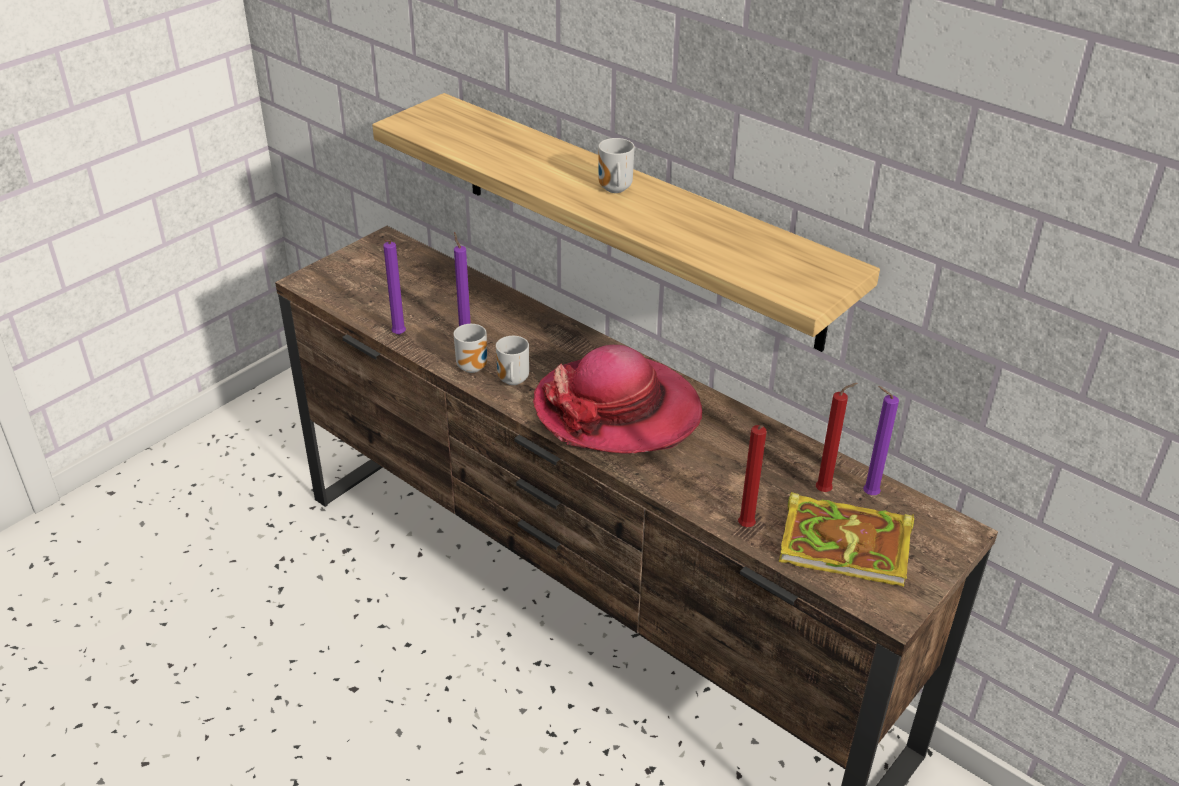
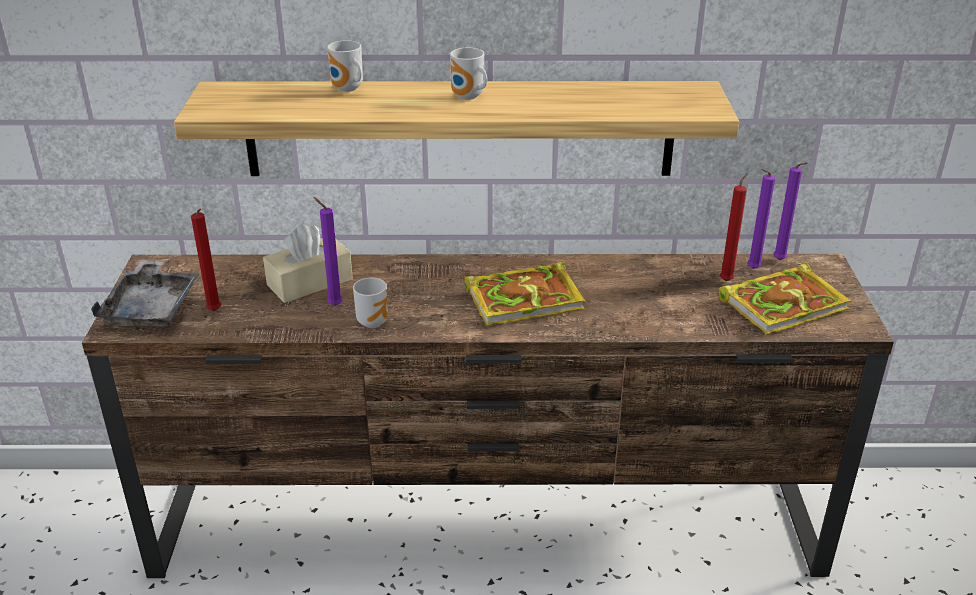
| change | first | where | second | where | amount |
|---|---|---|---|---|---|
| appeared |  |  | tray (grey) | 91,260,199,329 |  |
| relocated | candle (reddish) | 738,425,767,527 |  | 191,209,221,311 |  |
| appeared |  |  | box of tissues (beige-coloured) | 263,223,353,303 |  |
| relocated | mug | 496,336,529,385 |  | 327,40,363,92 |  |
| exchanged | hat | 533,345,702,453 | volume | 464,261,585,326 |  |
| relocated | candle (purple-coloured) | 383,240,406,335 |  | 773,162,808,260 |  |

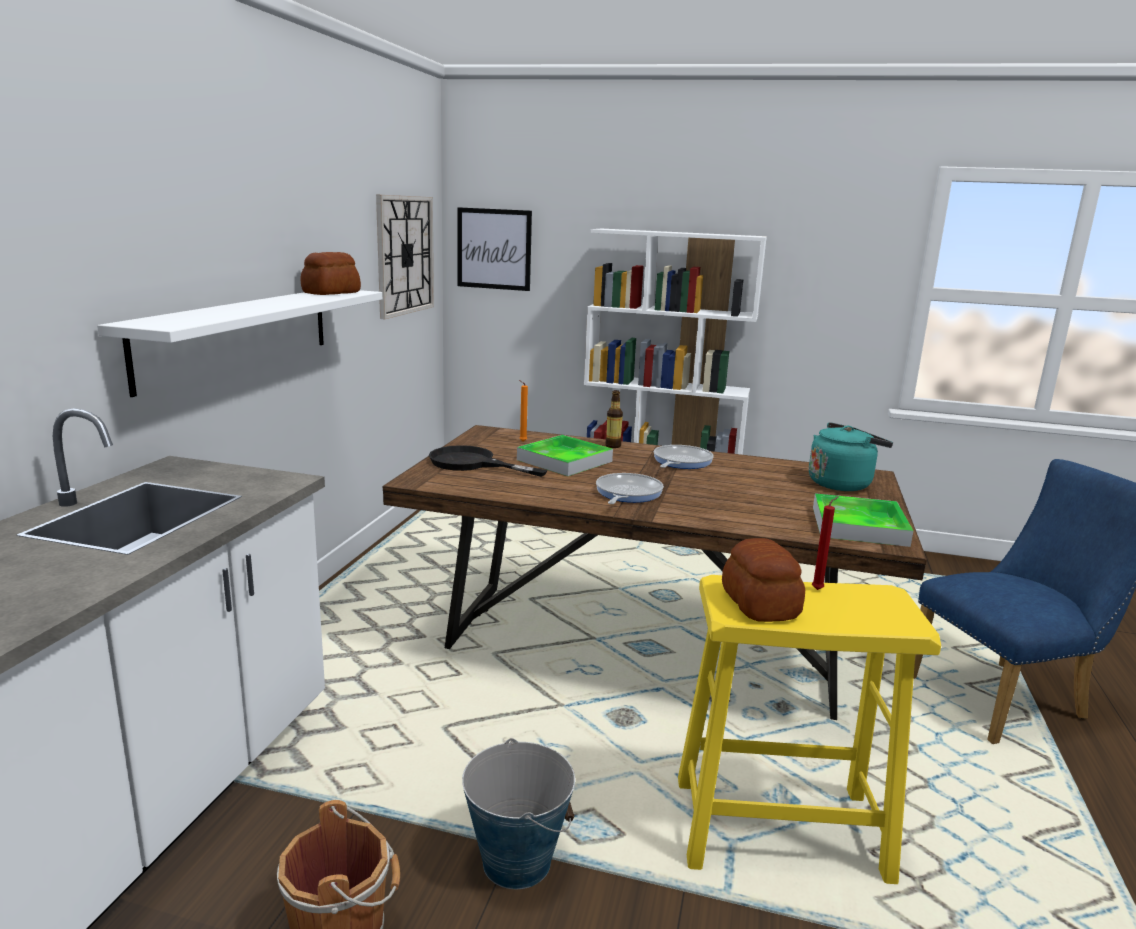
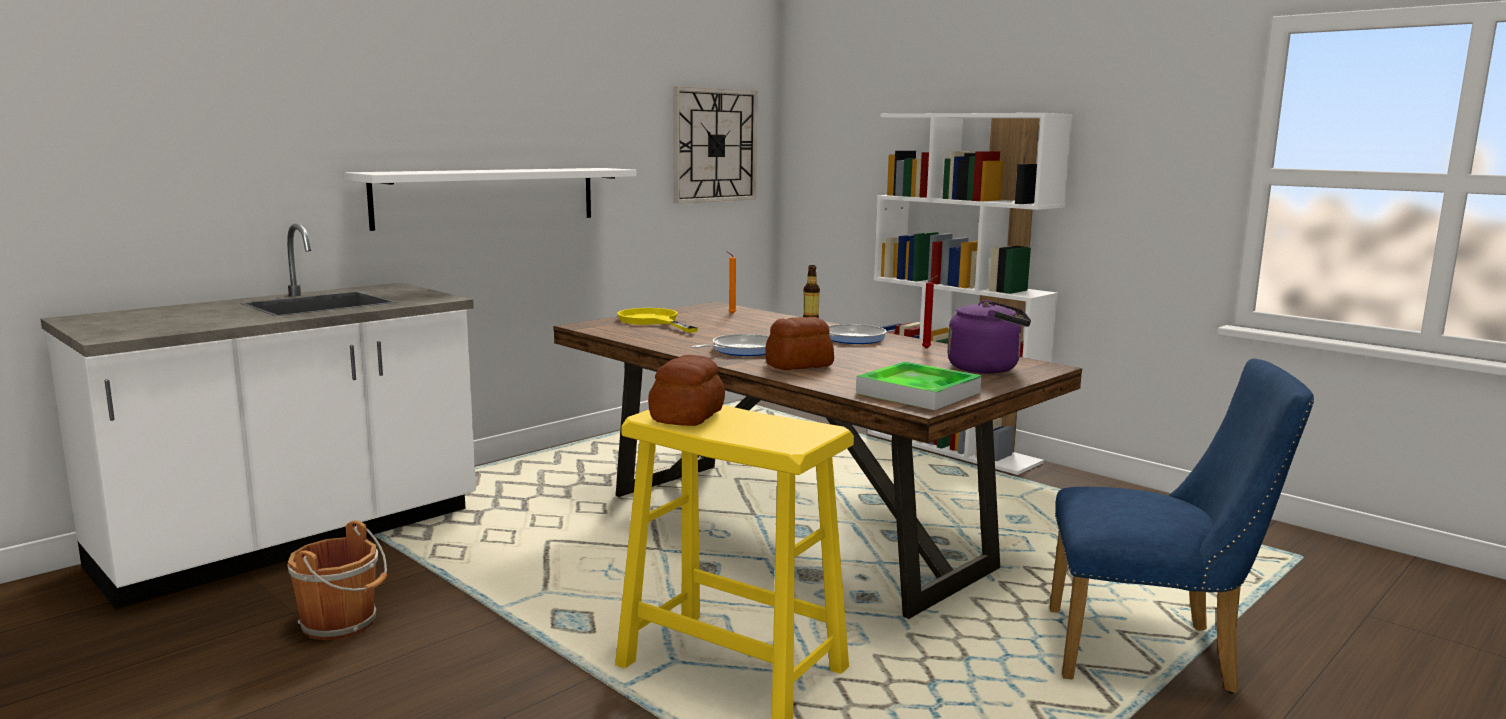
| change | first | where | second | where | amount |
|---|---|---|---|---|---|
| colour | skillet (black-coloured) | 429,445,547,477 | skillet (yellowish) | 617,308,698,333 |  |
| relocated | bakery bread | 301,252,361,295 |  | 765,317,834,370 |  |
| relocated | candle (reddish) | 812,496,839,590 |  | 922,276,937,349 |  |
| colour | tea kettle (turquoise-coloured) | 809,422,893,491 | tea kettle (purple-coloured) | 947,300,1031,374 |  |
| missing | wall picture | 457,207,532,291 |  |  |  |
| missing | water bucket | 462,738,575,889 |  |  |  |
| missing | tray | 517,435,613,476 |  |  |  |

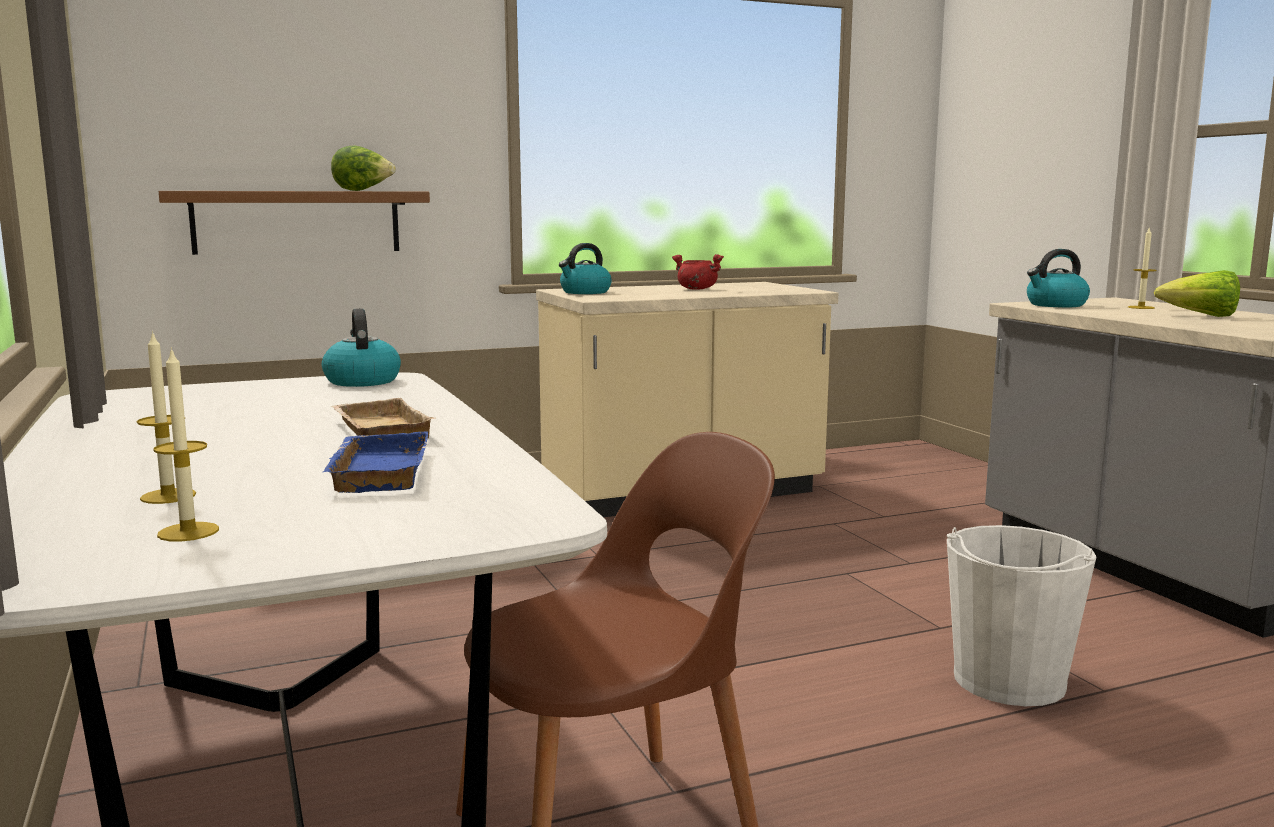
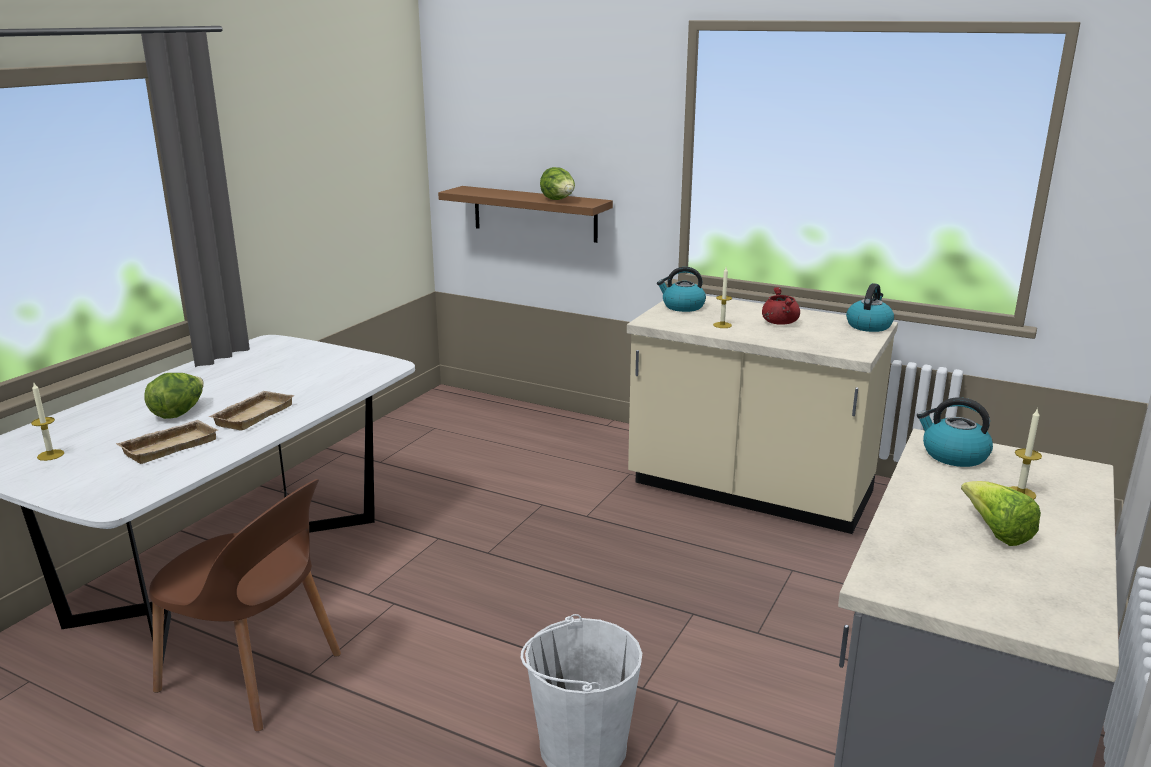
| change | first | where | second | where | amount |
|---|---|---|---|---|---|
| colour | tray (blue) | 323,431,428,493 | tray (beige-coloured) | 116,420,218,464 |  |
| appeared |  |  | lettuce head | 144,373,204,419 |  |
| relocated | candle | 137,331,196,504 |  | 713,267,732,328 |  |
| relocated | tea kettle | 322,309,401,387 |  | 846,283,894,332 |  |

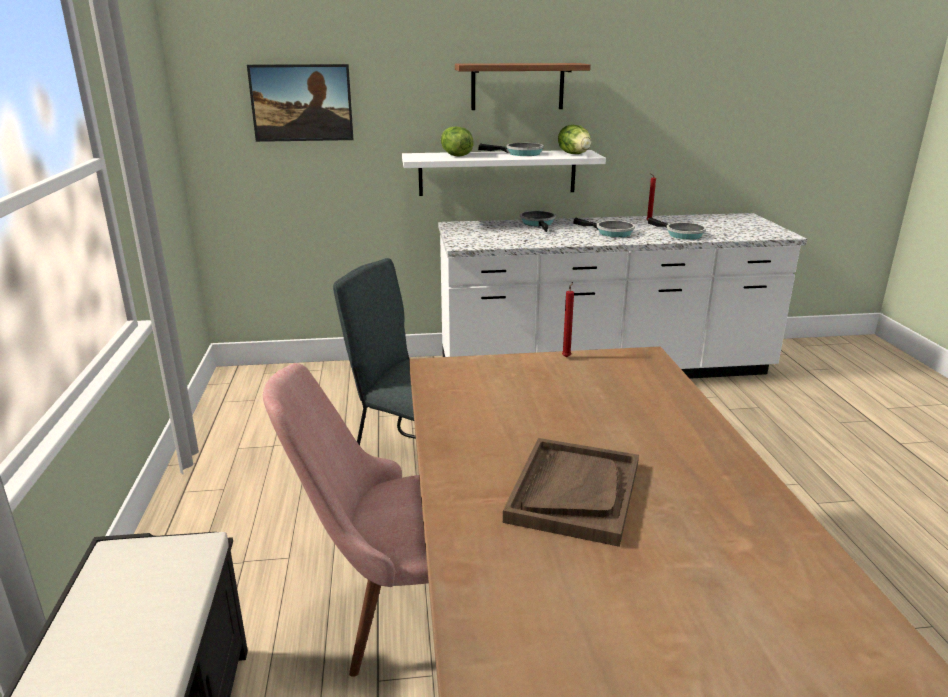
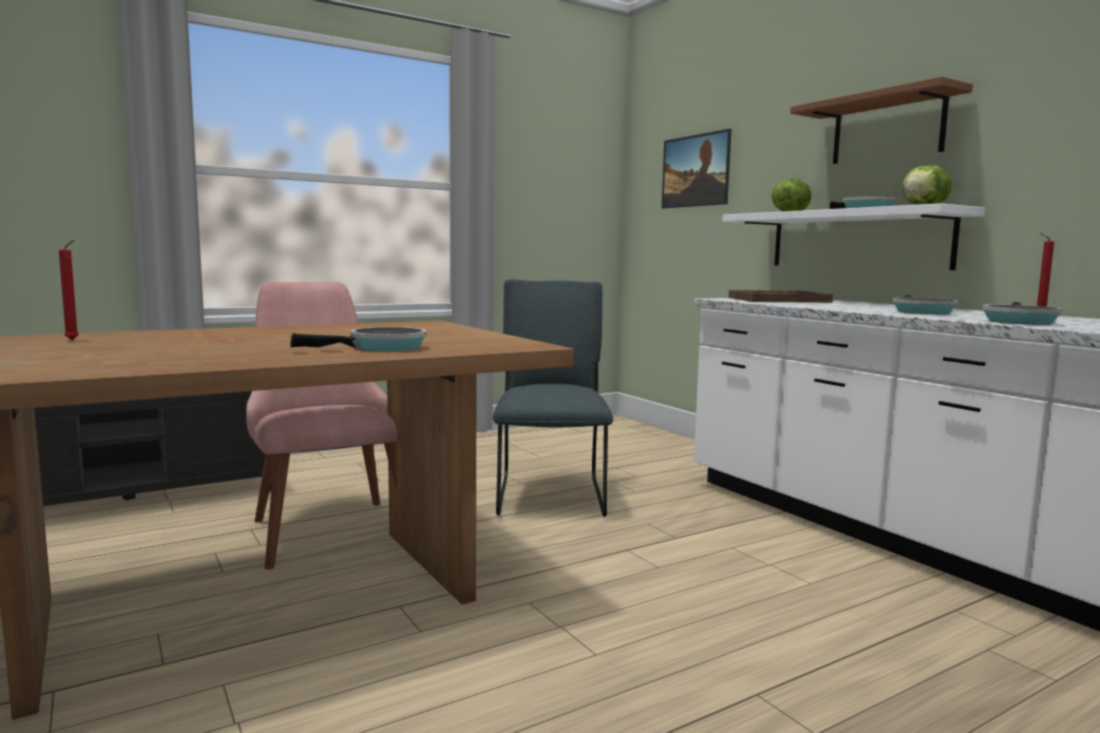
| change | first | where | second | where | amount |
|---|---|---|---|---|---|
| relocated | candle (reddish) | 562,282,574,358 |  | 59,240,79,340 |  |
| relocated | skillet | 520,211,556,232 |  | 290,327,427,351 |  |
| relocated | tray (brown) | 503,438,639,547 |  | 729,290,833,303 |  |

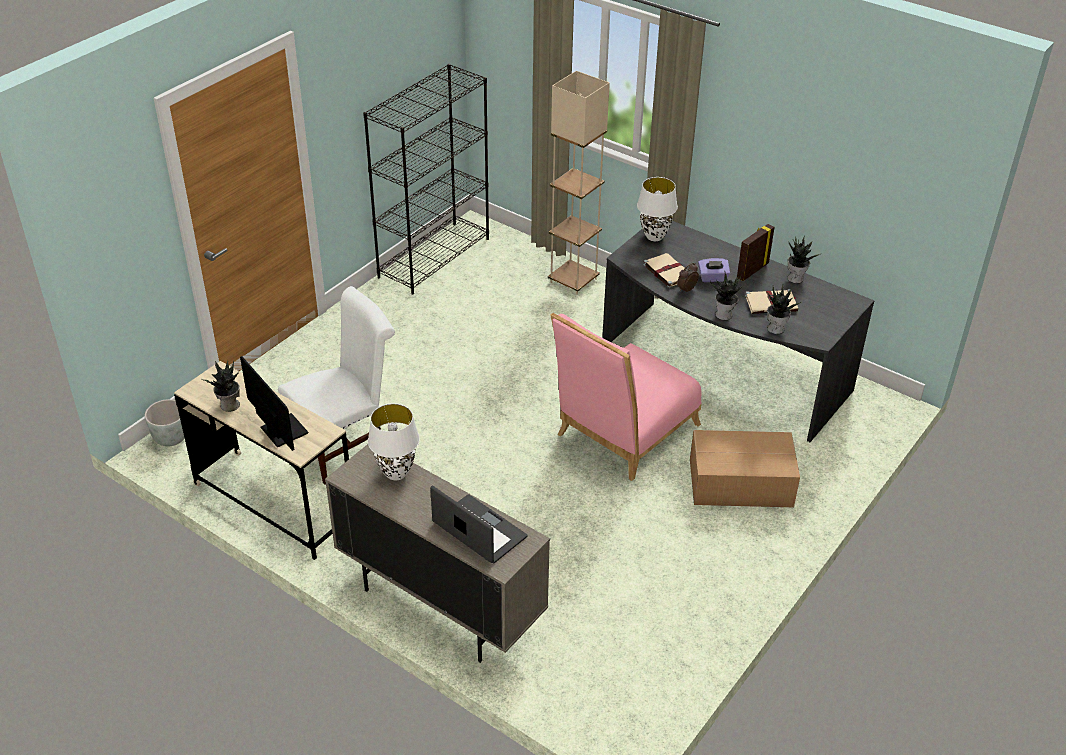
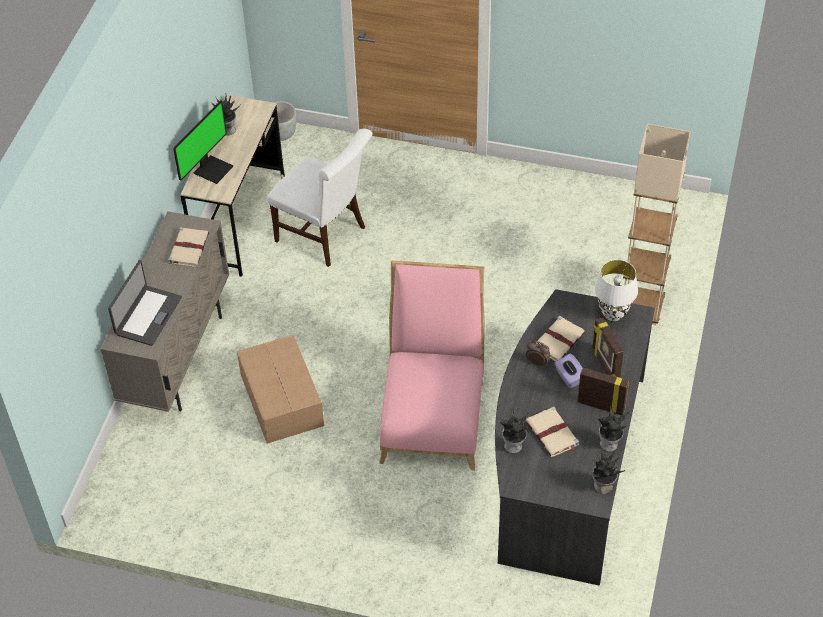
| change | first | where | second | where | amount |
|---|---|---|---|---|---|
| exchanged | lamp for a table (white-coloured) | 368,403,420,480 | volume (beige-coloured) | 168,227,209,267 |  |
| relocated | cardboard box | 690,430,800,507 |  | 237,335,324,444 |  |
| spun | chair (pink-coloured) | 550,313,701,481 |  | 379,260,485,471 | 75 degrees clockwise |
| relocated | houseplant | 710,270,743,320 |  | 589,446,626,494 |  |
| appeared |  |  | standing frame | 592,317,624,377 |  |
| missing | bookcase (black-coloured) | 363,64,489,295 |  |  |  |

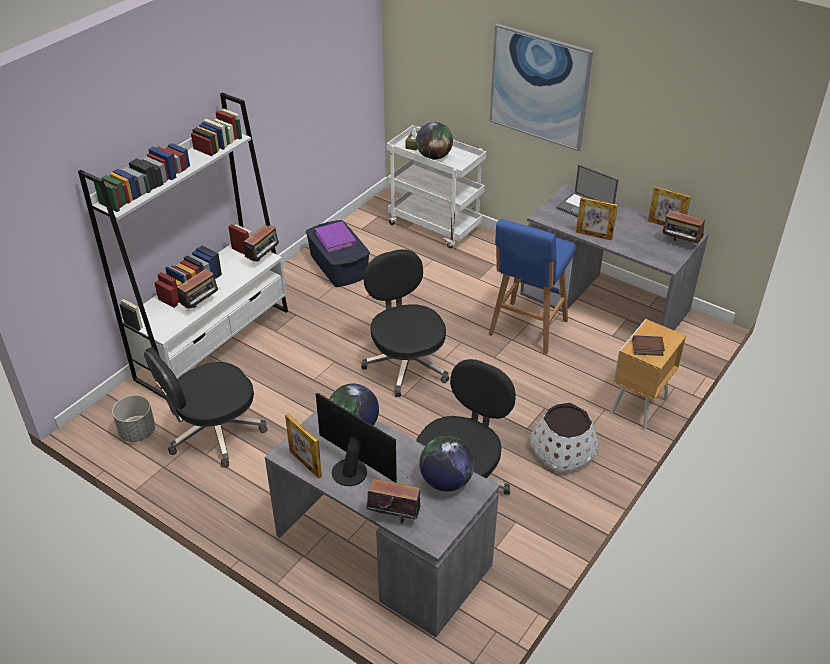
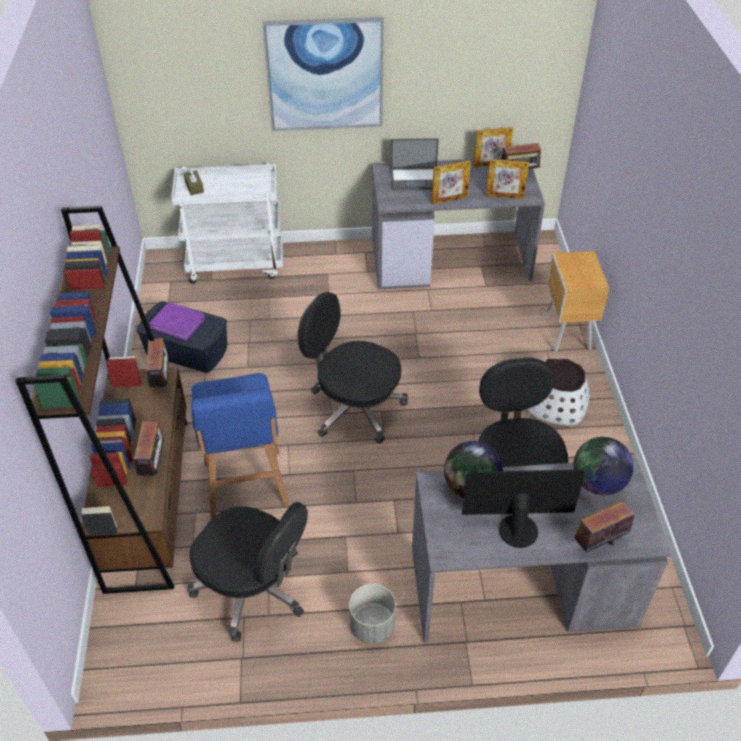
| change | first | where | second | where | amount |
|---|---|---|---|---|---|
| colour | bookcase (white-coloured) | 78,93,288,399 | bookcase (brown) | 15,206,188,594 |  |
| spun | office chair (black-coloured) | 144,347,268,468 |  | 187,502,308,642 | 75 degrees counterclockwise |
| relocated | stool seat (blue) | 488,219,576,354 |  | 191,373,289,519 |  |
| relocated | flower pot (grey) | 112,395,155,442 |  | 349,584,396,644 |  |
| relocated | standing frame | 285,414,322,478 |  | 486,159,529,199 |  |
| missing | desk globe | 416,122,453,160 |  |  |  |
| missing | volume | 632,335,665,356 |  |  |  |

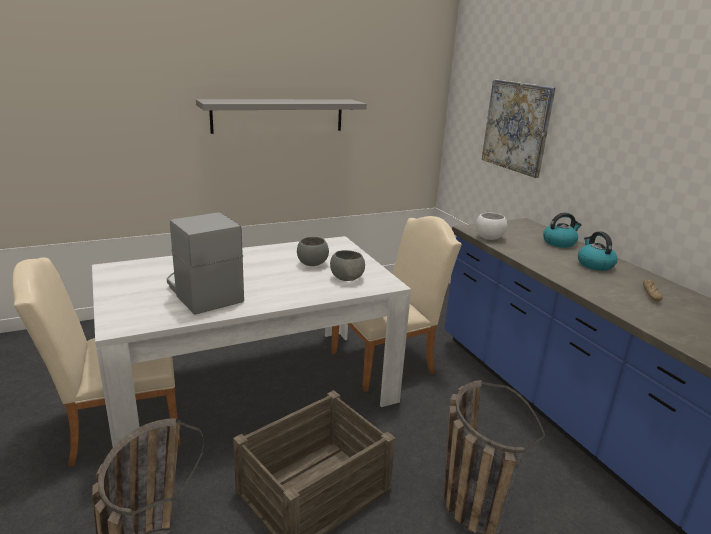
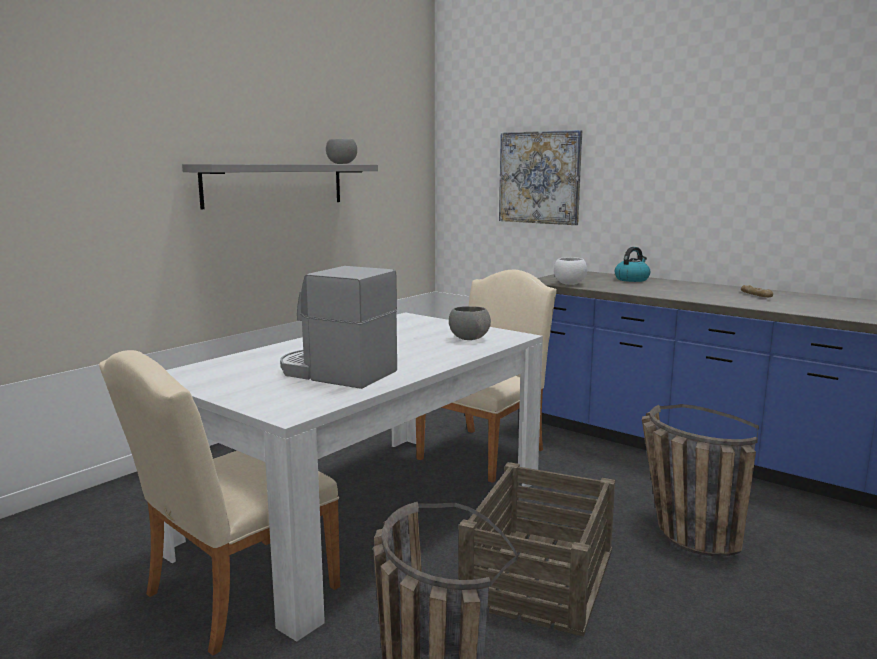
| change | first | where | second | where | amount |
|---|---|---|---|---|---|
| relocated | deep dish (grey) | 297,237,329,266 |  | 326,139,357,164 |  |
| missing | tea kettle | 578,231,617,271 |  |  |  |

